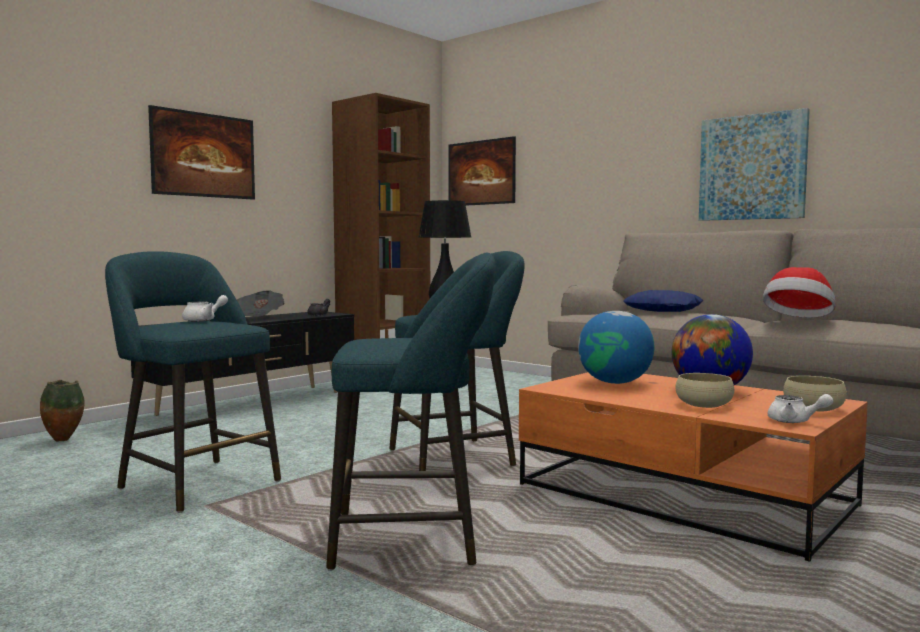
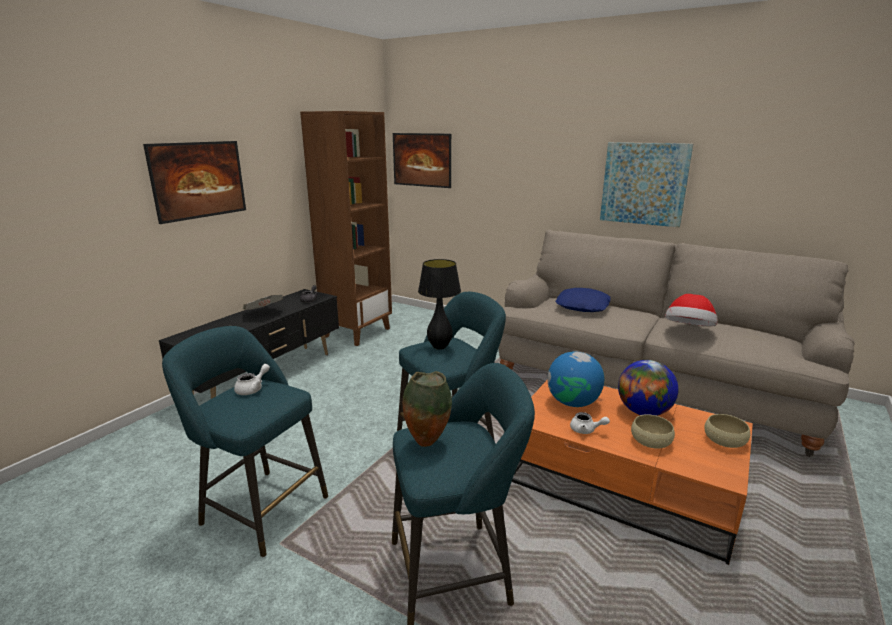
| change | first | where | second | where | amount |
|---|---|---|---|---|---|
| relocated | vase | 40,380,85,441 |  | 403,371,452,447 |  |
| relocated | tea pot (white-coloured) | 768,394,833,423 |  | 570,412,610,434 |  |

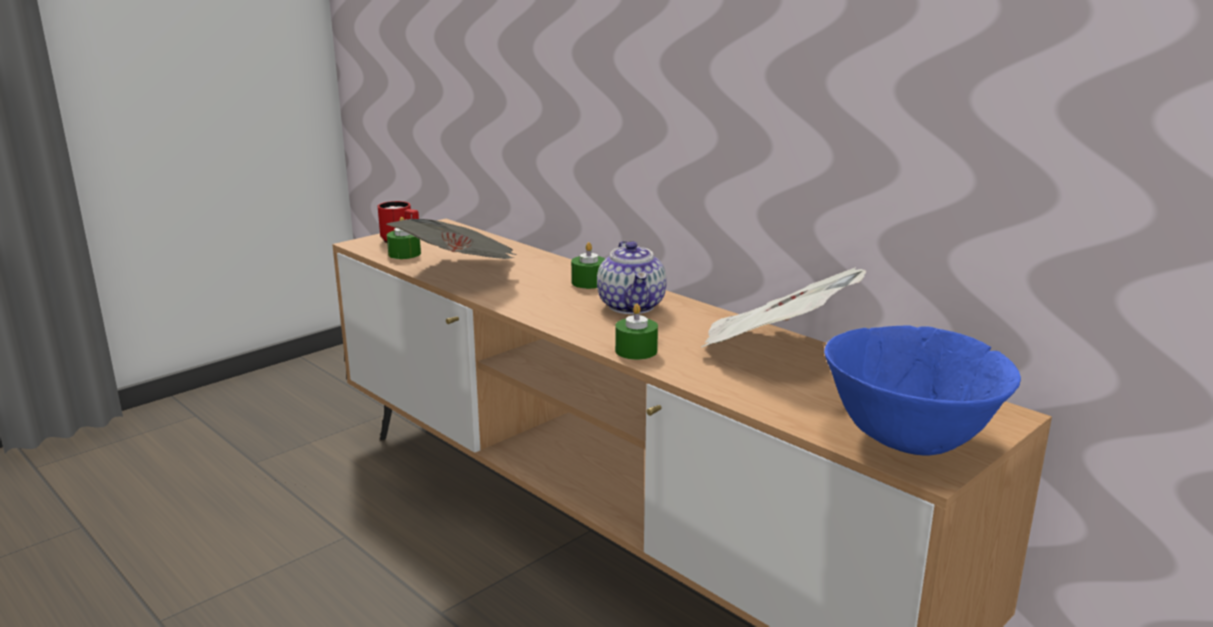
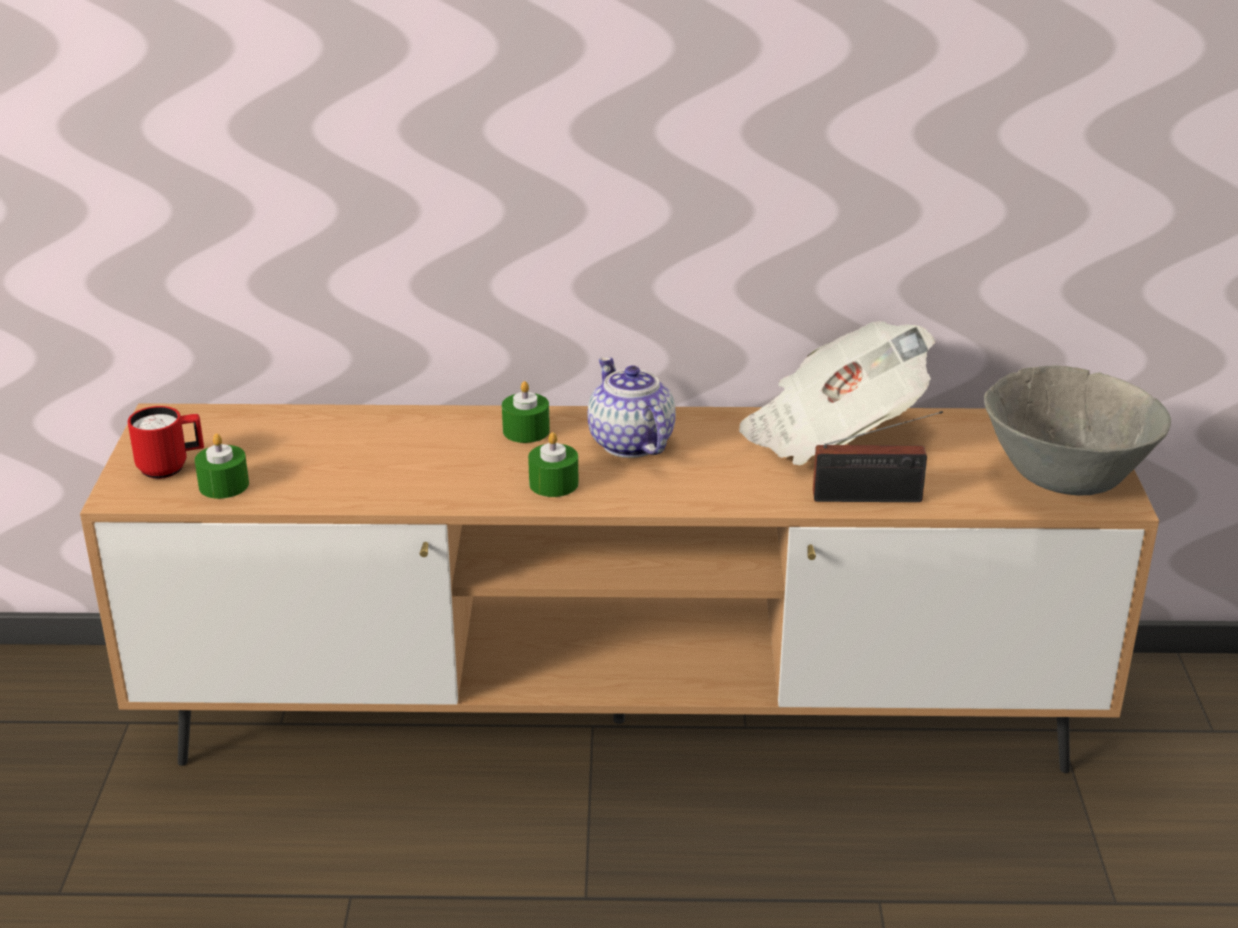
| change | first | where | second | where | amount |
|---|---|---|---|---|---|
| relocated | candle (green) | 615,304,658,360 |  | 528,432,579,497 |  |
| spun | tea pot | 597,241,667,314 |  | 587,357,676,458 | 150 degrees counterclockwise |
| appeared |  |  | radio | 813,411,943,502 |  |
| colour | deep dish (blue) | 824,325,1021,456 | deep dish (grey) | 984,366,1171,495 |  |
| missing | printed paper | 387,219,517,259 |  |  |  |

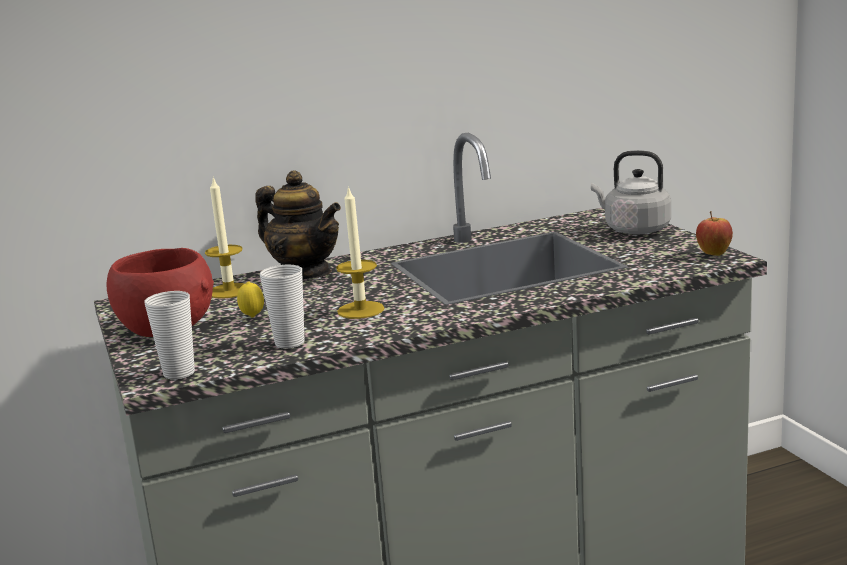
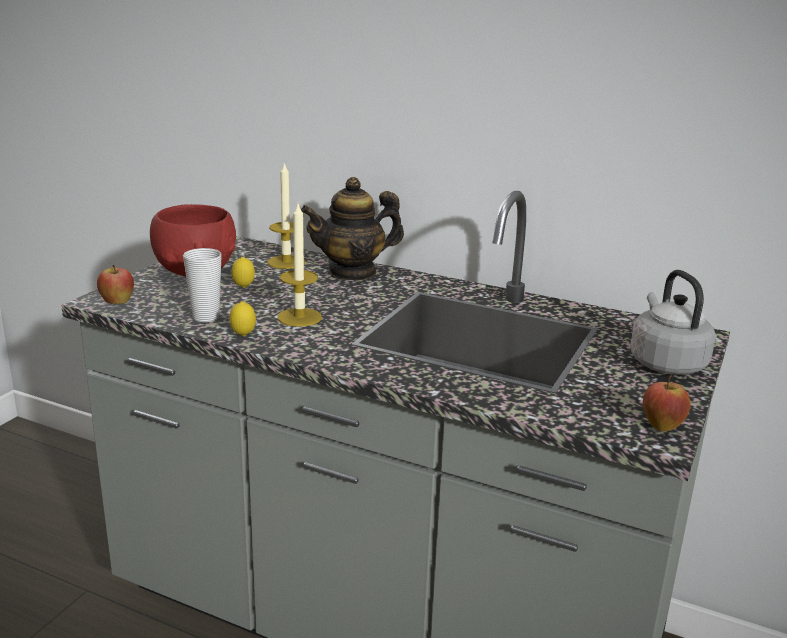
| change | first | where | second | where | amount |
|---|---|---|---|---|---|
| exchanged | small cup | 145,291,195,379 | whole apple | 97,265,134,304 |  |
| appeared |  |  | citrus fruit | 230,301,256,336 |  |
| spun | tea pot | 255,171,341,279 |  | 301,177,404,281 | 75 degrees clockwise |

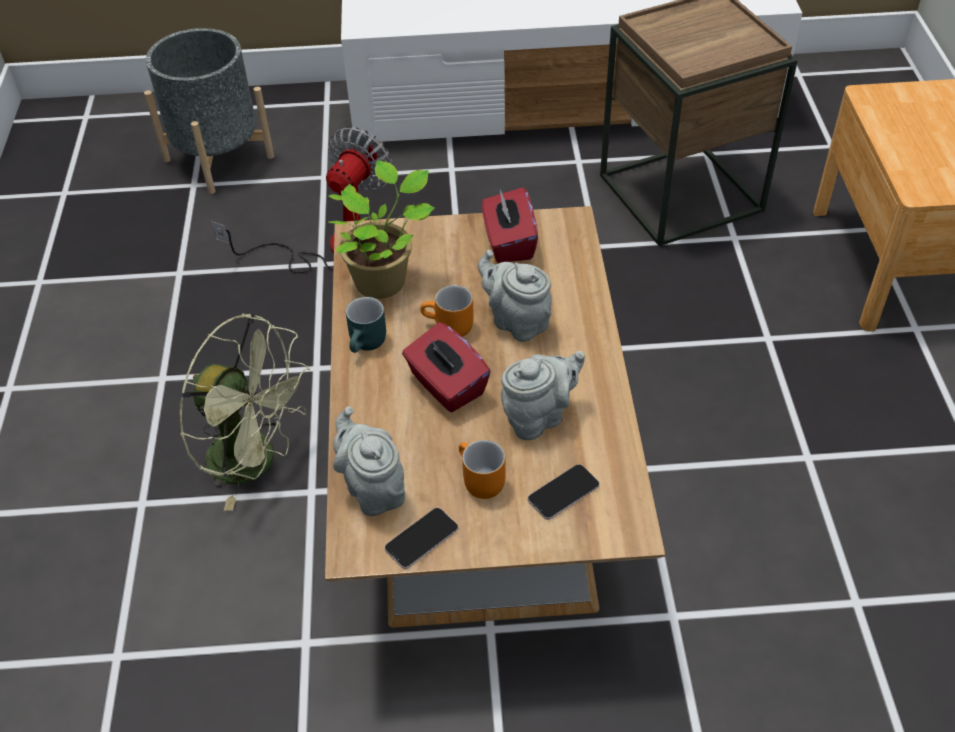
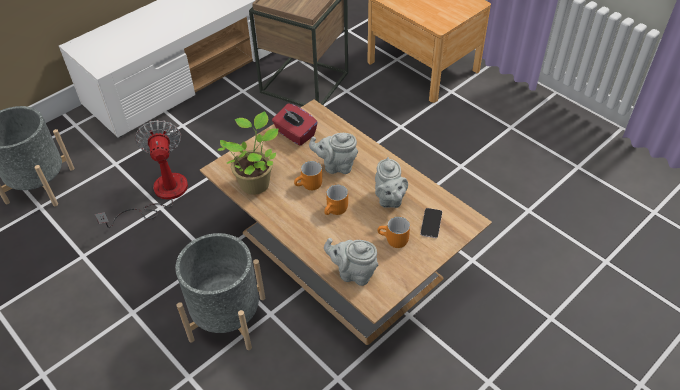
| change | first | where | second | where | amount |
|---|---|---|---|---|---|
| exchanged | electric fan (green) | 179,313,310,511 | flower pot (grey) | 175,233,265,350 |  |
| exchanged | box of tissues (reddish) | 402,322,491,412 | mug (orange) | 324,185,348,215 |  |
| spun | tea pot (grey) | 501,351,585,440 |  | 375,157,408,208 | 150 degrees clockwise |
| missing | mug (turquoise-coloured) | 346,297,386,353 |  |  |  |
| missing | phone | 384,508,458,569 |  |  |  |

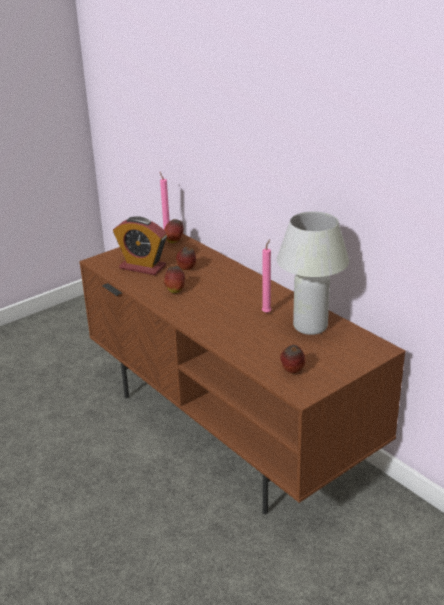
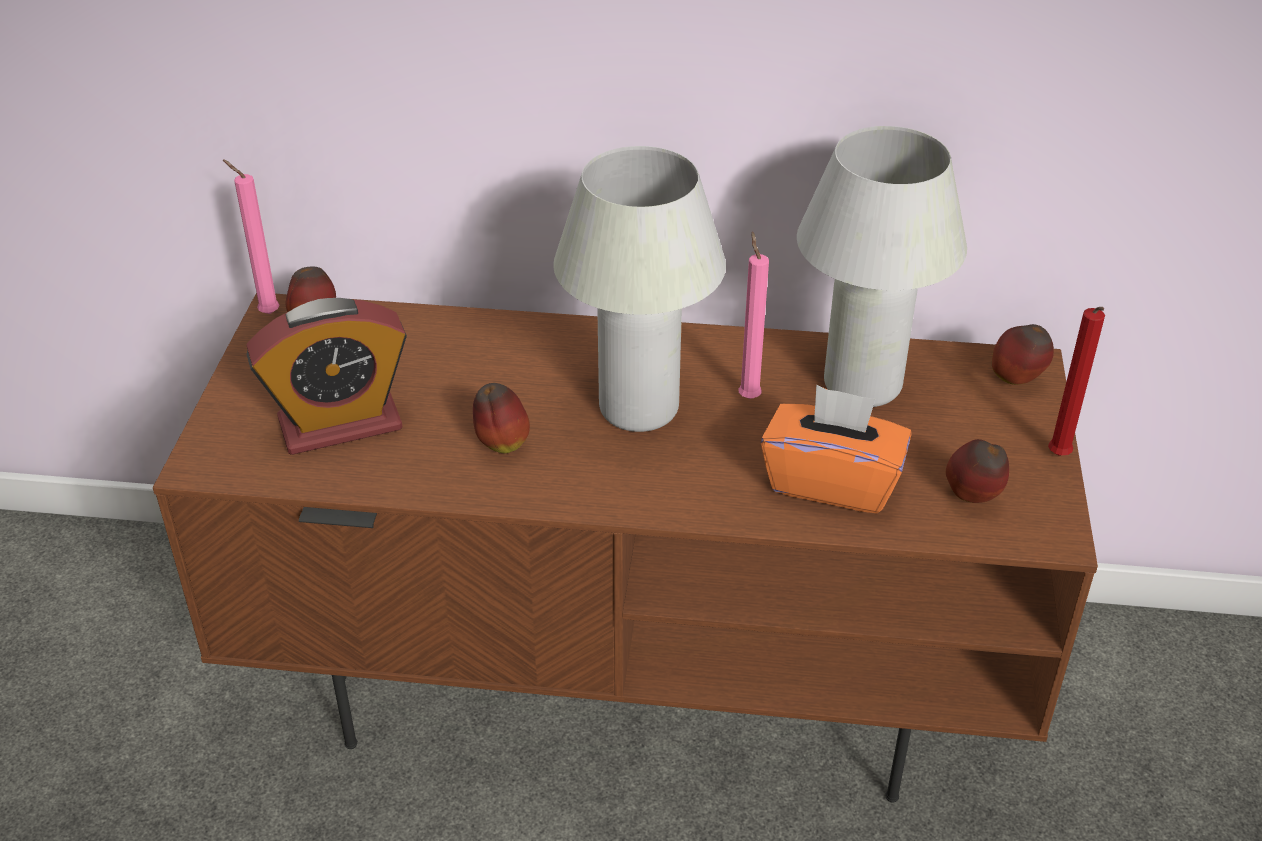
| change | first | where | second | where | amount |
|---|---|---|---|---|---|
| appeared |  |  | lamp for a table (white-coloured) | 553,146,726,432 |  |
| appeared |  |  | box of tissues (orange) | 761,385,912,513 |  |
| relocated | whole apple | 176,247,196,270 |  | 992,324,1054,385 |  |
| appeared |  |  | candle (reddish) | 1048,307,1105,455 |  |

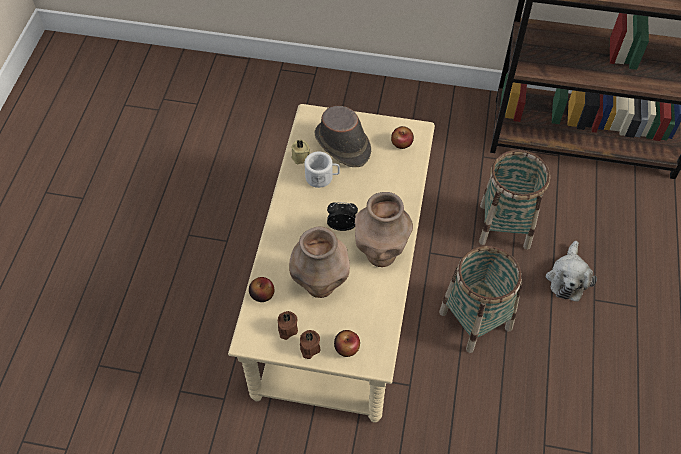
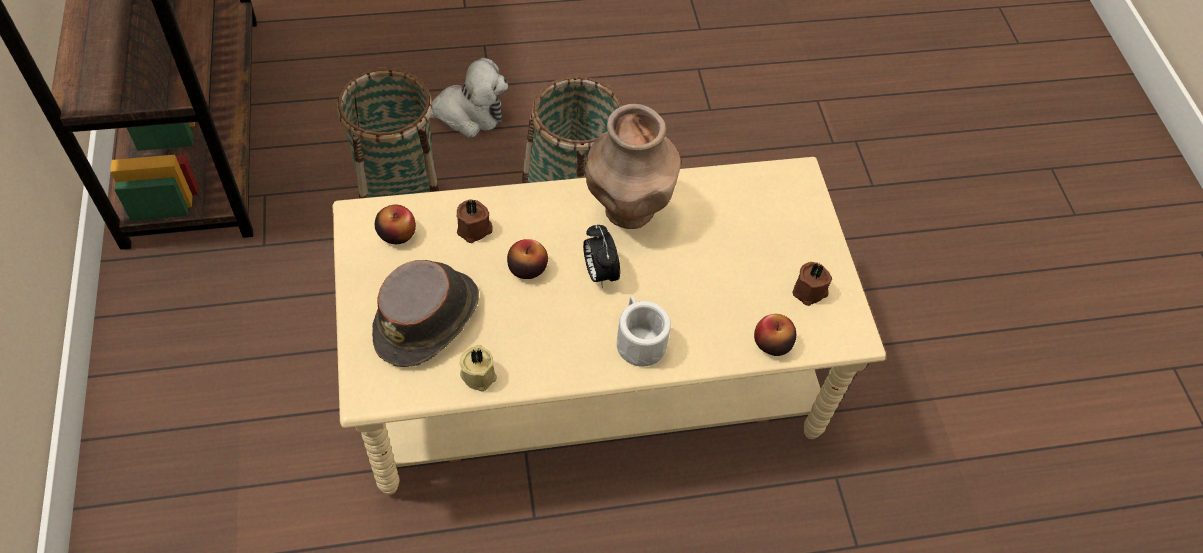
| change | first | where | second | where | amount |
|---|---|---|---|---|---|
| relocated | candle (brown) | 300,330,320,359 |  | 457,200,492,243 |  |
| relocated | whole apple | 334,330,360,357 |  | 507,239,548,279 |  |
| relocated | mug (white-coloured) | 304,151,340,188 |  | 617,296,671,367 |  |
| missing | vase (brown) | 289,227,350,298 |  |  |  |

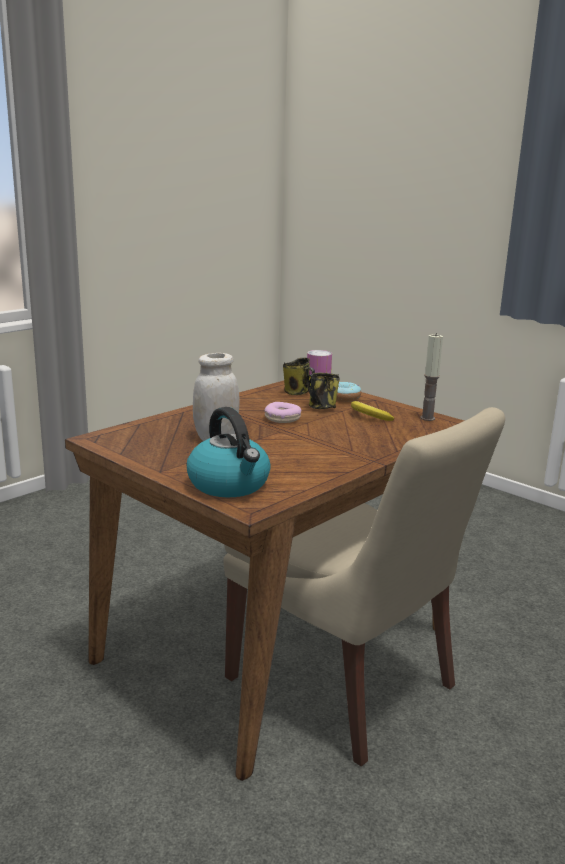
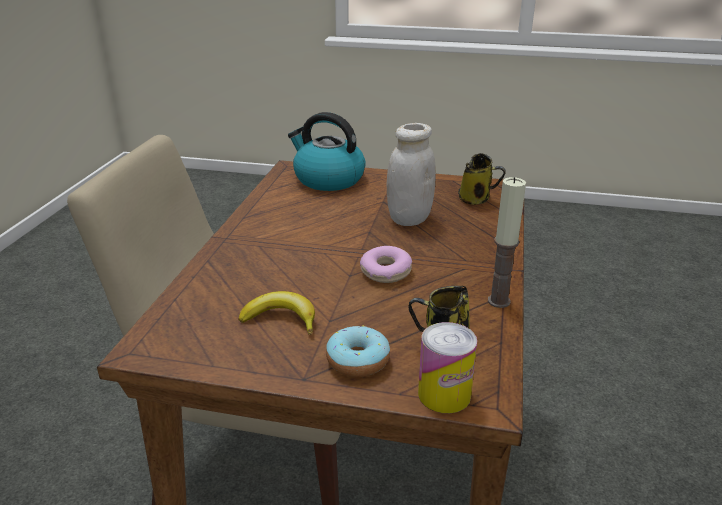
| change | first | where | second | where | amount |
|---|---|---|---|---|---|
| relocated | mug | 306,373,339,409 |  | 458,153,505,205 |  |
| relocated | candle | 420,333,443,421 |  | 488,177,526,308 |  |

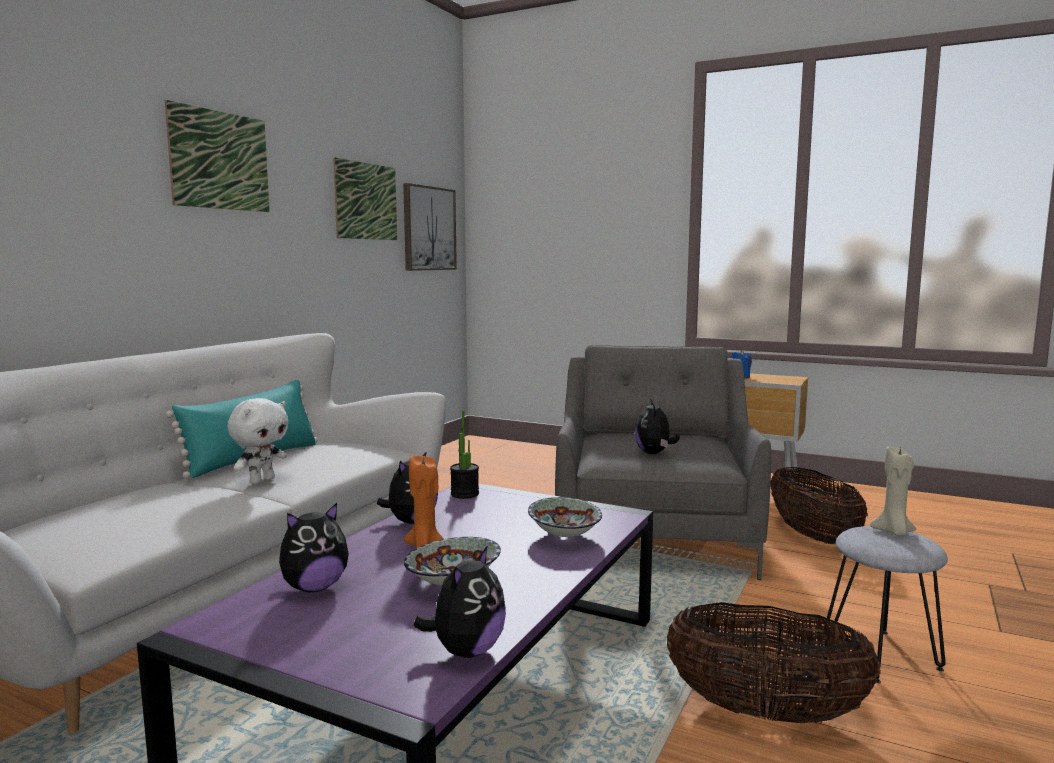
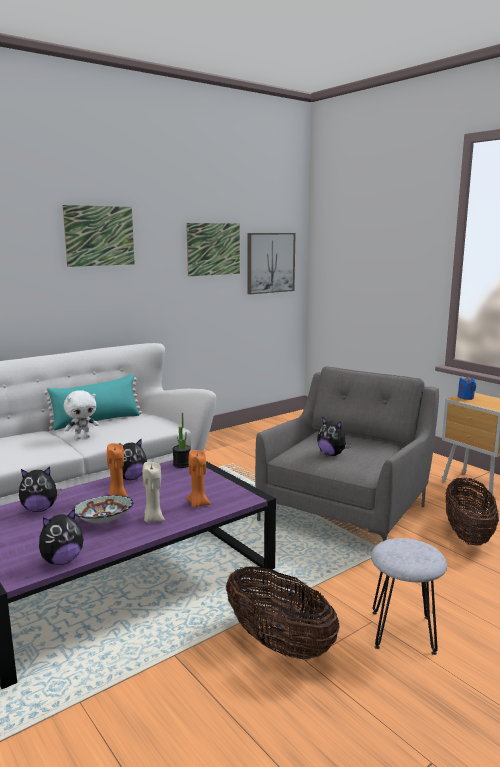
| change | first | where | second | where | amount |
|---|---|---|---|---|---|
| relocated | candle (beige-coloured) | 870,447,916,536 |  | 143,462,165,523 |  |
| exchanged | deep dish | 528,497,602,537 | candle (orange) | 187,450,211,508 |  |
| spun | soft toy | 635,399,680,454 |  | 317,417,351,456 | 75 degrees counterclockwise |

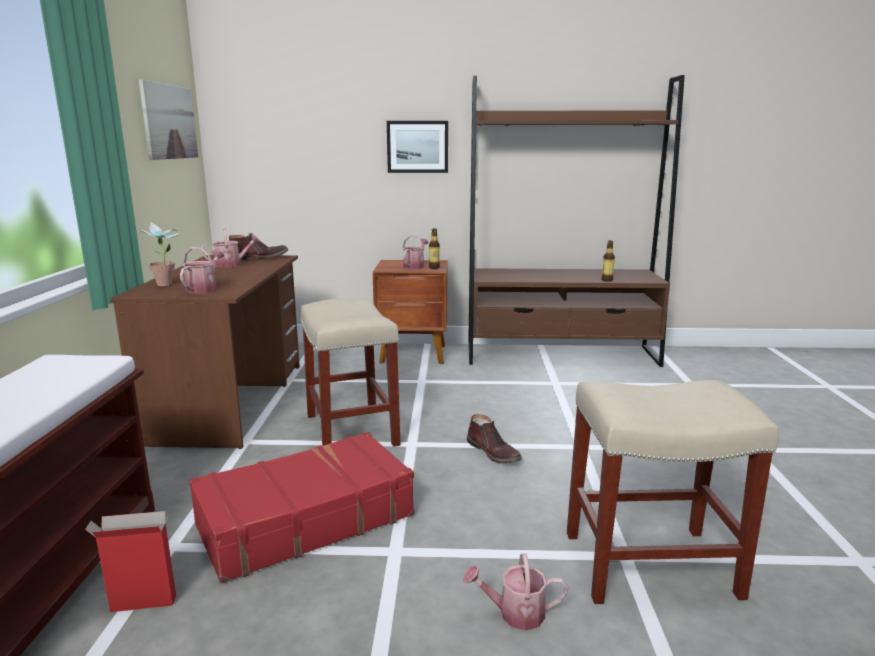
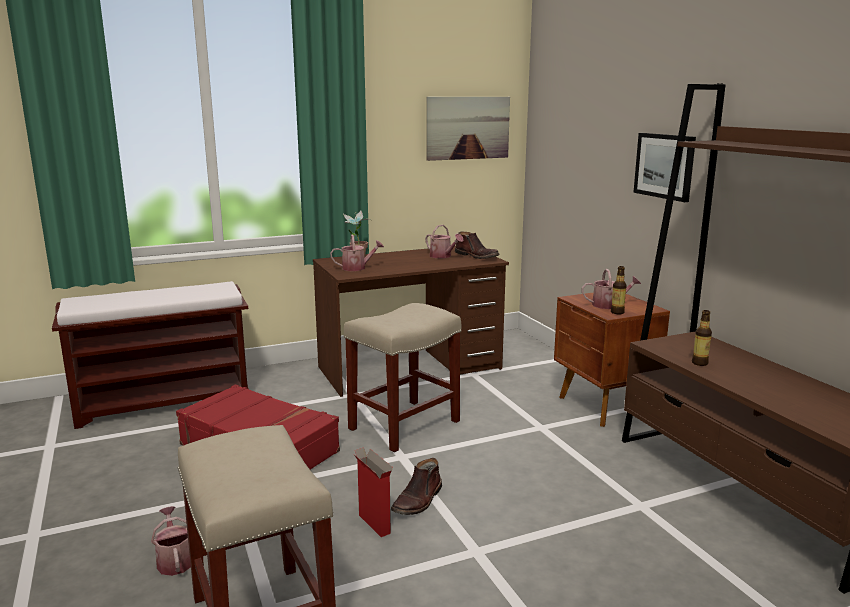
| change | first | where | second | where | amount |
|---|---|---|---|---|---|
| relocated | cardboard box | 85,511,176,612 |  | 354,447,393,537 |  |
| relocated | bottle | 602,240,615,282 |  | 692,310,712,366 |  |

